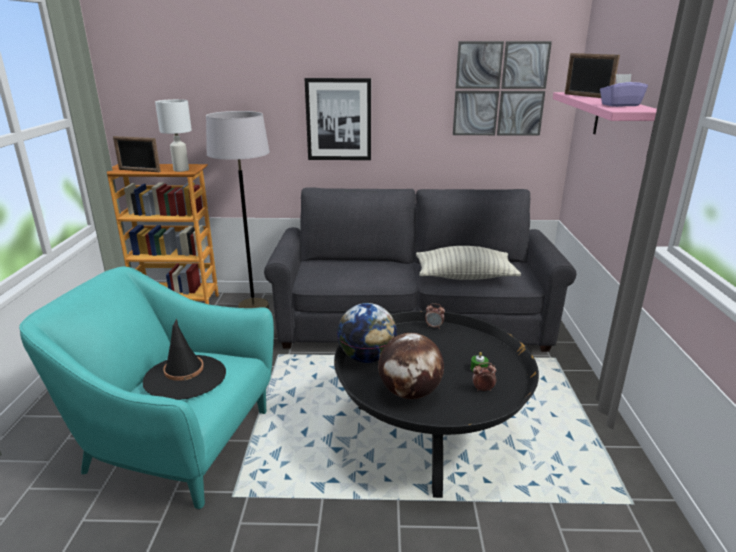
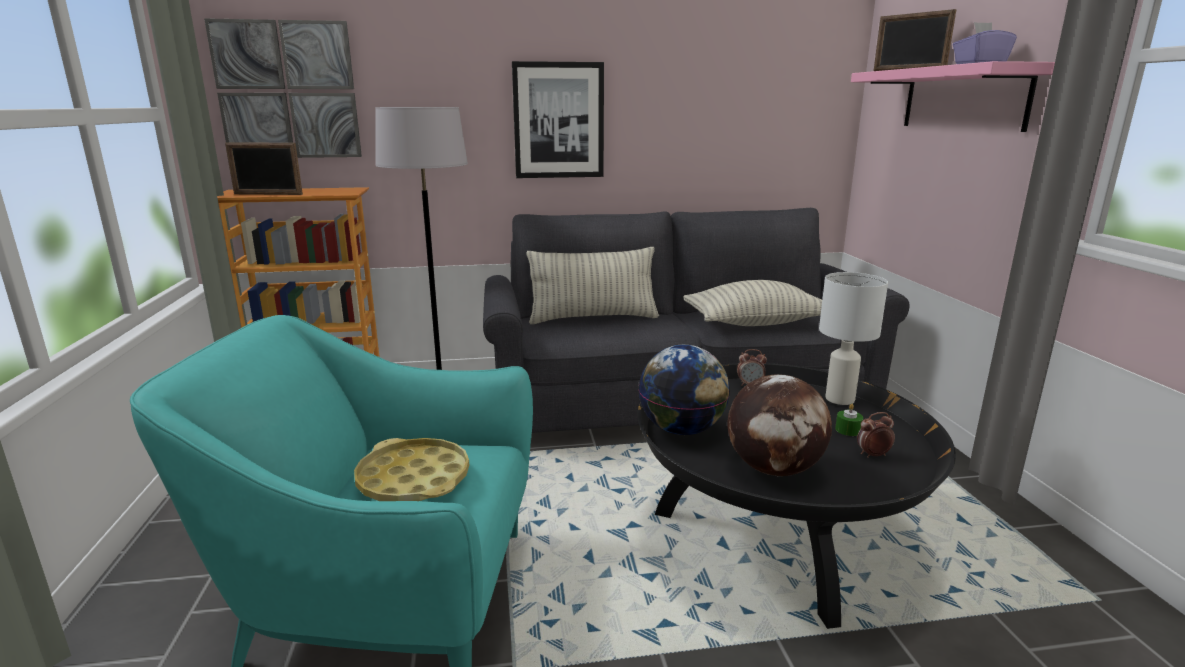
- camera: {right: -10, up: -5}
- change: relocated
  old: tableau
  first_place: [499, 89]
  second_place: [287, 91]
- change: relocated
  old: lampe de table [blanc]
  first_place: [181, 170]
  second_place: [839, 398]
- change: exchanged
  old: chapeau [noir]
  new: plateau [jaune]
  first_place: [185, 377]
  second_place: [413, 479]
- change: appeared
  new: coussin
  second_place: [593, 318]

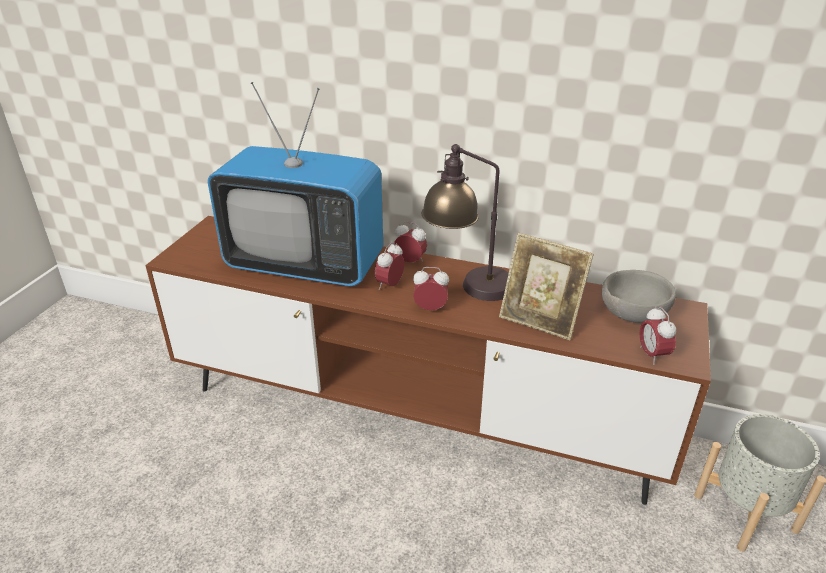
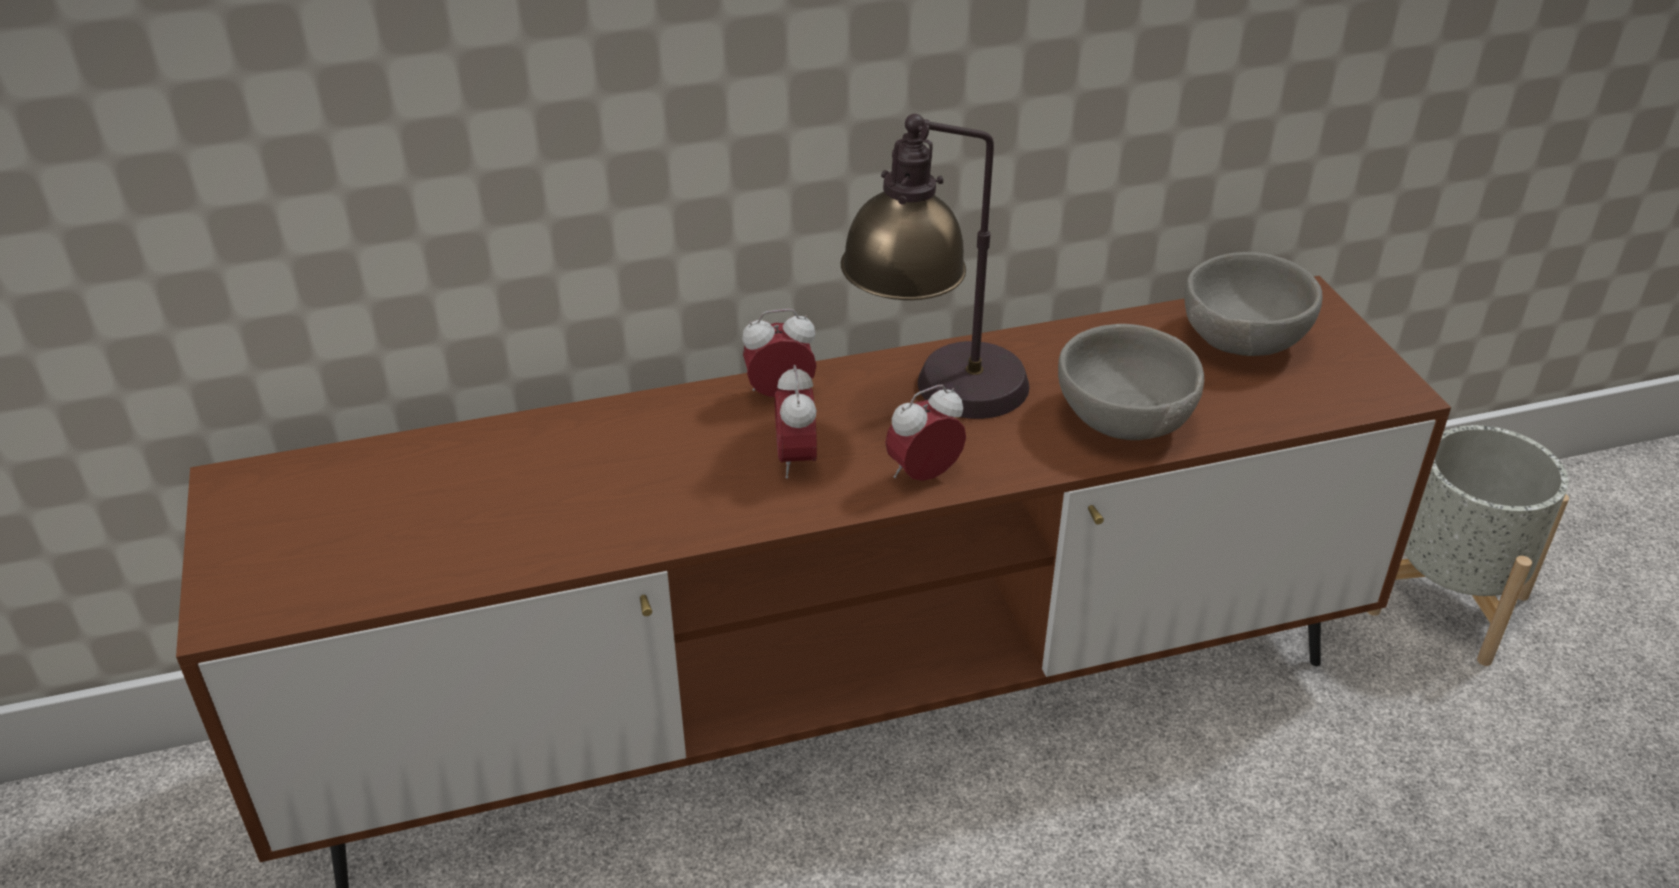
- camera: {right: -35, up: 5}
- change: missing
  old: téléviseur
  first_place: [305, 265]
- change: exchanged
  old: cadre photo
  new: bol [gris]
  first_place: [539, 321]
  second_place: [1125, 417]
- change: missing
  old: réveil
  first_place: [652, 355]

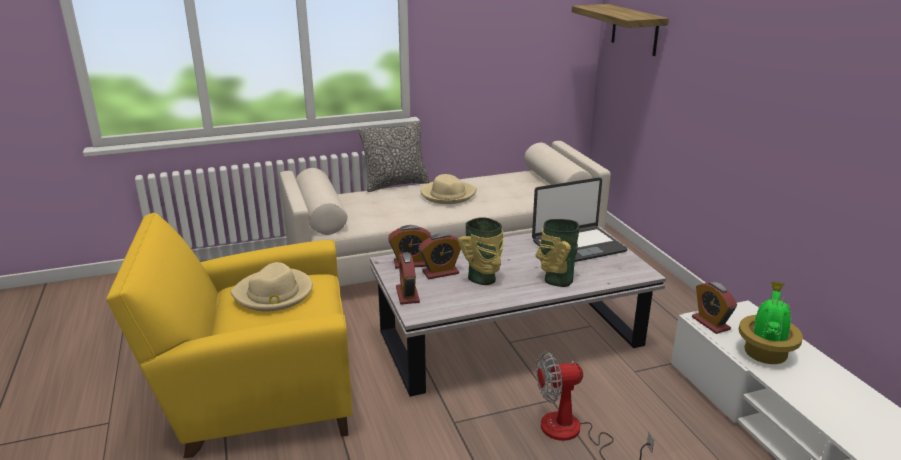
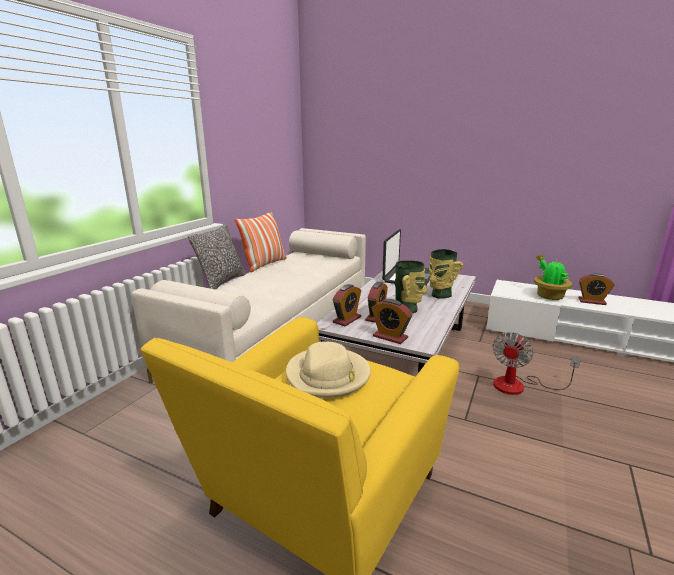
- camera: {right: -45, up: -5}
- change: missing
  old: étagère
  first_place: [634, 29]
- change: missing
  old: chapeau [beige]
  first_place: [447, 194]
- change: relocated
  old: réveil
  first_place: [710, 323]
  second_place: [592, 301]
- change: appeared
  new: coussin
  second_place: [264, 264]

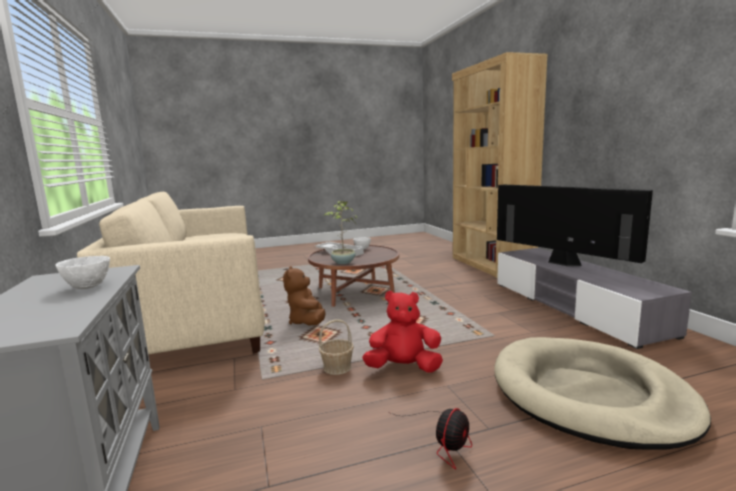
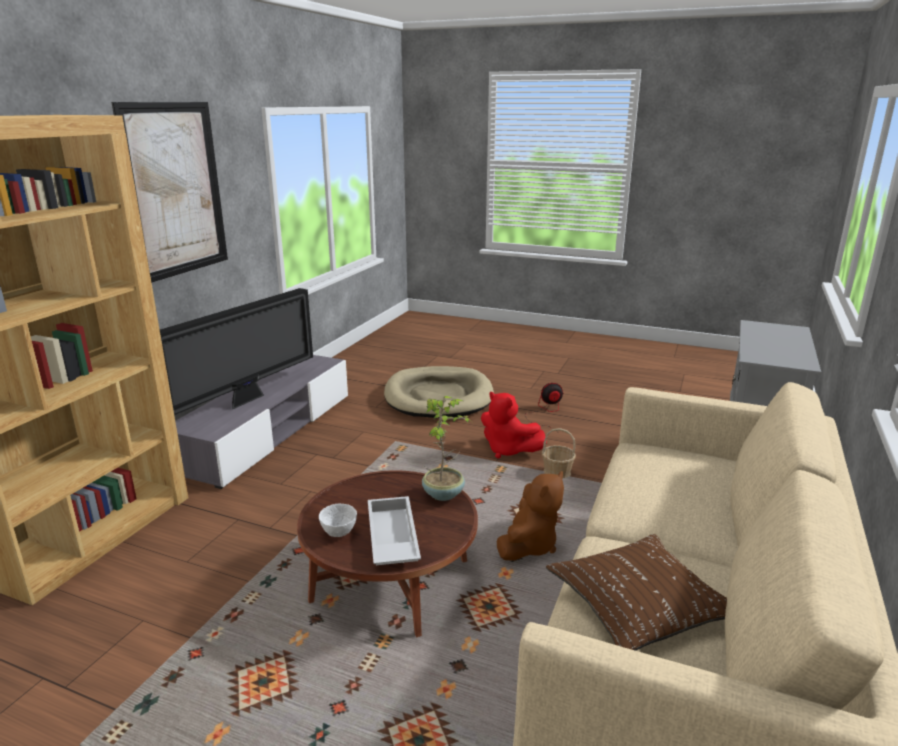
- camera: {right: -140, up: 10}
- change: spun
  old: téléviseur
  first_place: [561, 263]
  second_place: [247, 400]
  degrees: -150
- change: missing
  old: bol [blanc]
  first_place: [87, 287]
- change: appeared
  new: tableau
  second_place: [175, 190]
- change: appeared
  new: coussin [marron]
  second_place: [638, 605]

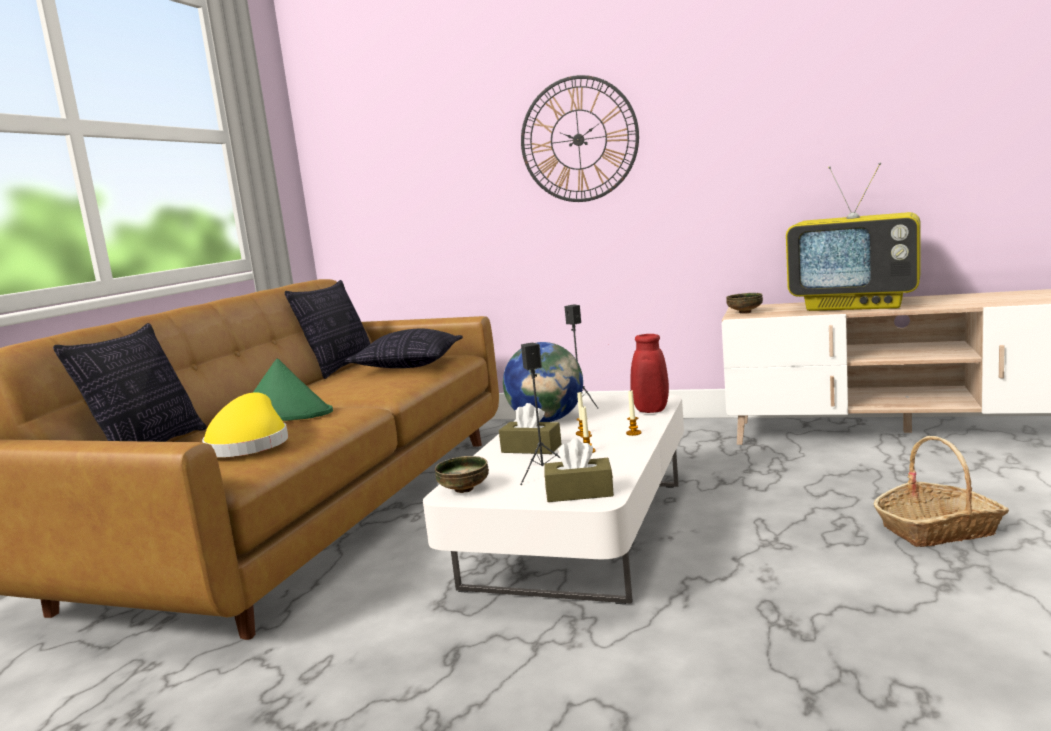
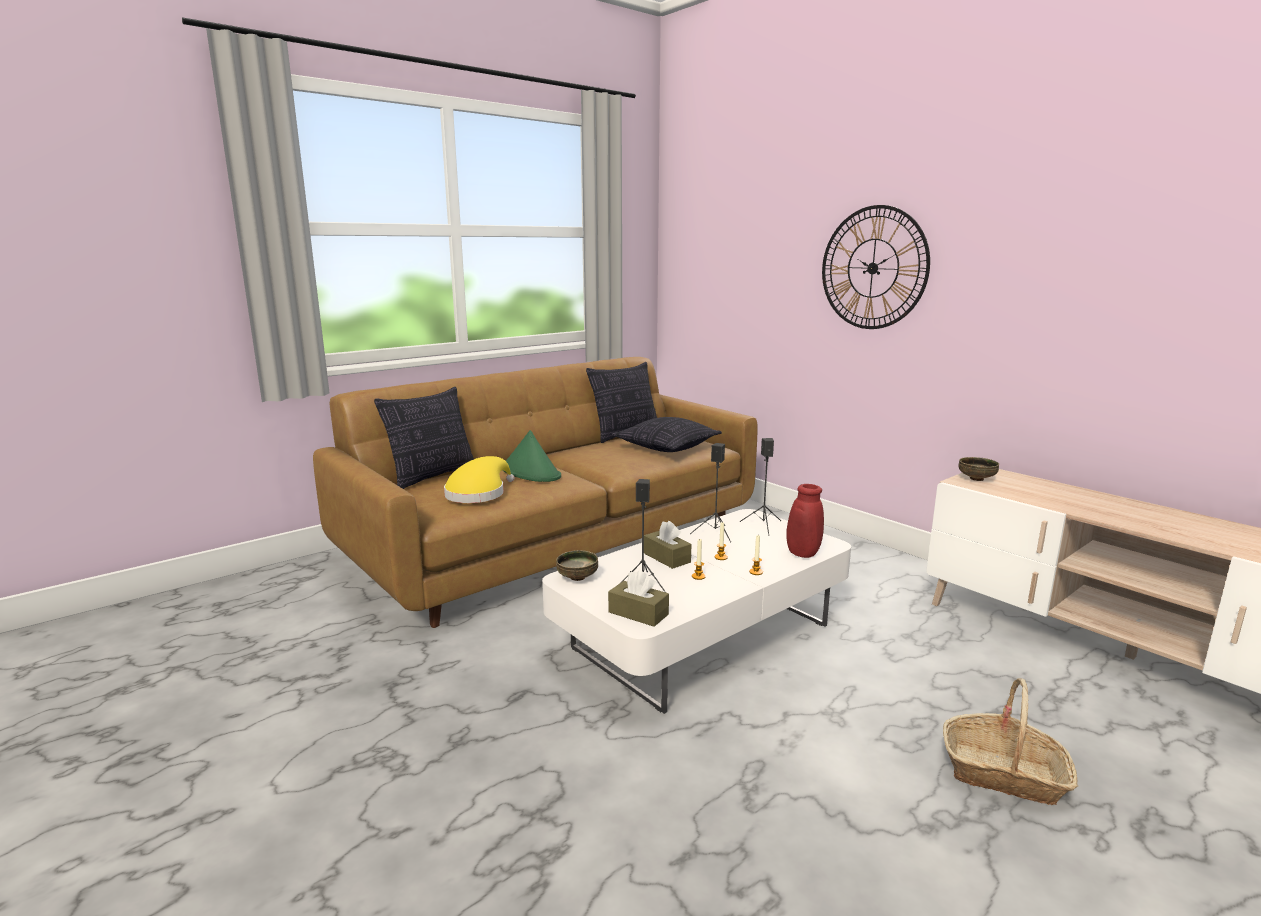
- camera: {right: 30, up: 5}
- change: missing
  old: téléviseur
  first_place: [856, 305]
- change: exchanged
  old: globe
  new: enceinte [noir]
  first_place: [547, 420]
  second_place: [715, 533]

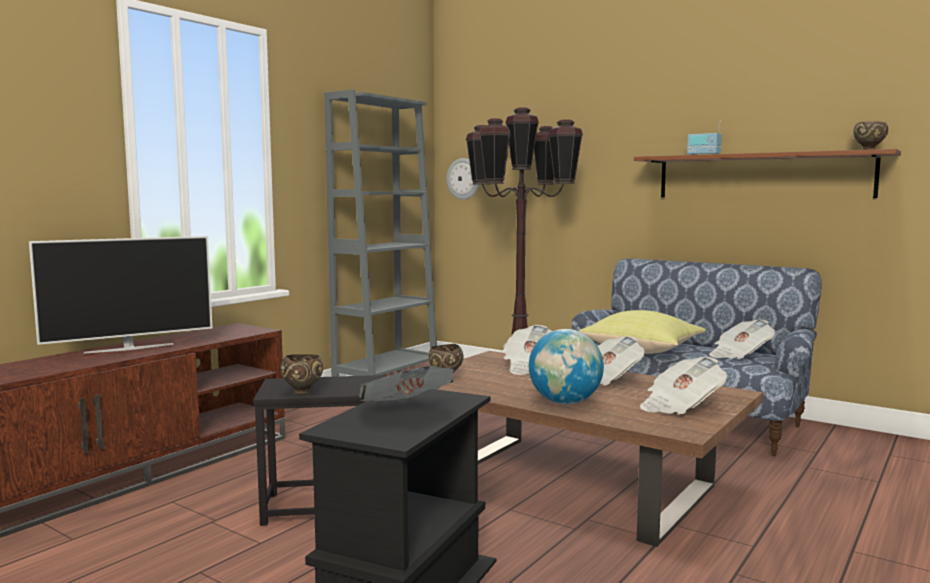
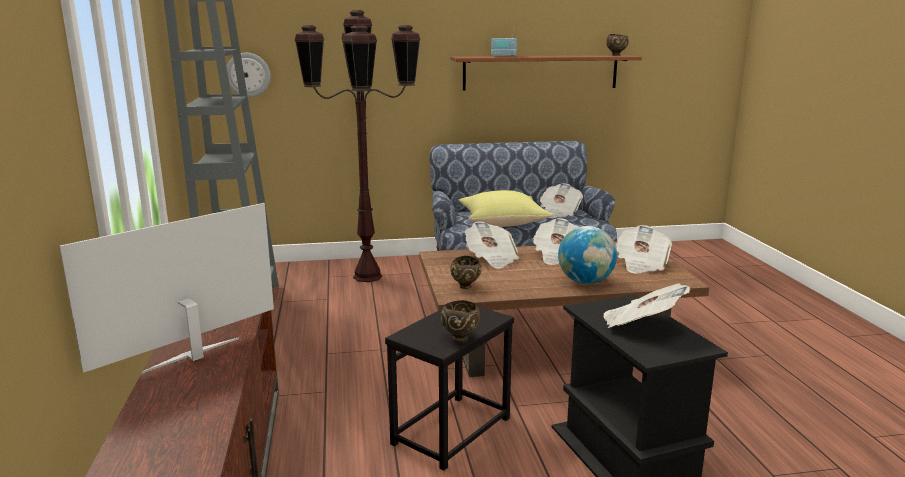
- camera: {right: -45, up: 10}
- change: spun
  old: téléviseur
  first_place: [129, 348]
  second_place: [193, 356]
  degrees: -150

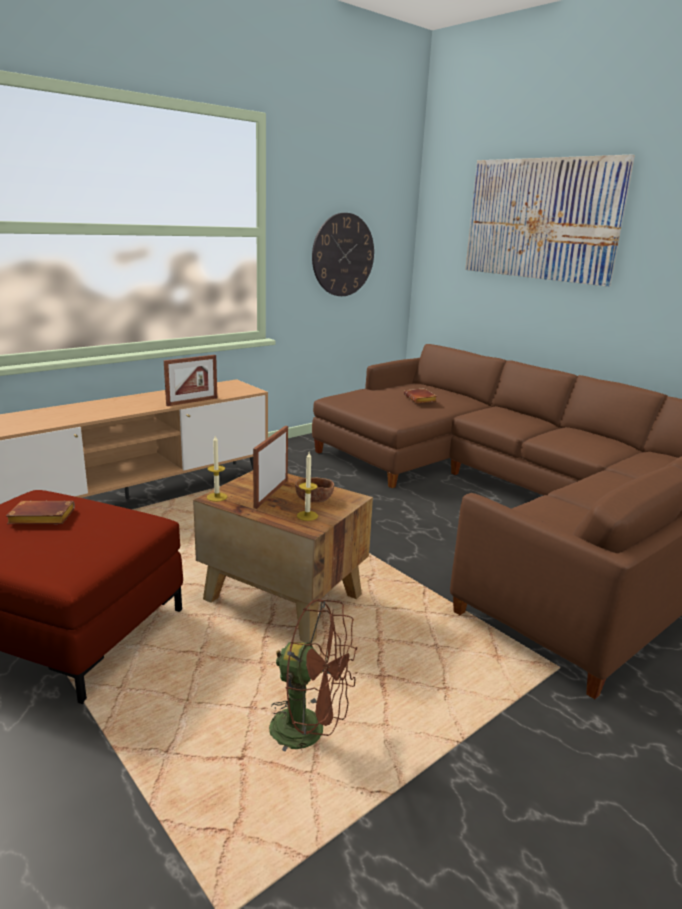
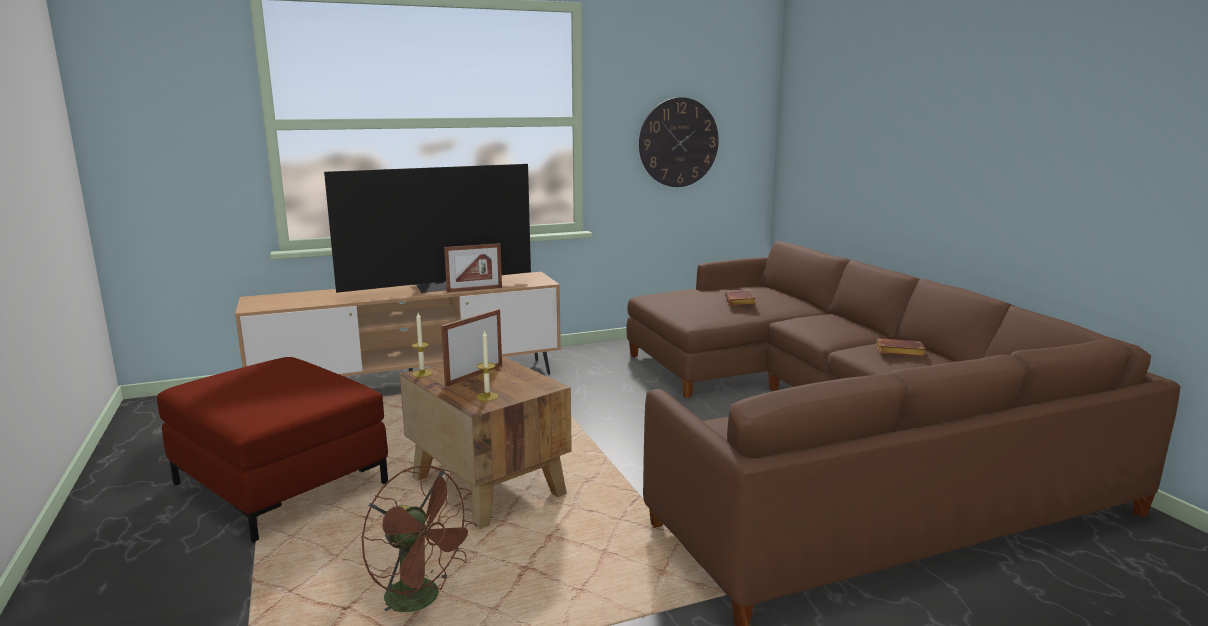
- camera: {right: 20, up: -5}
- change: missing
  old: tableau
  first_place: [541, 219]
- change: missing
  old: bol [marron]
  first_place: [314, 499]
- change: relocated
  old: livre [marron]
  first_place: [40, 518]
  second_place: [898, 352]
- change: appeared
  new: téléviseur
  second_place: [437, 288]

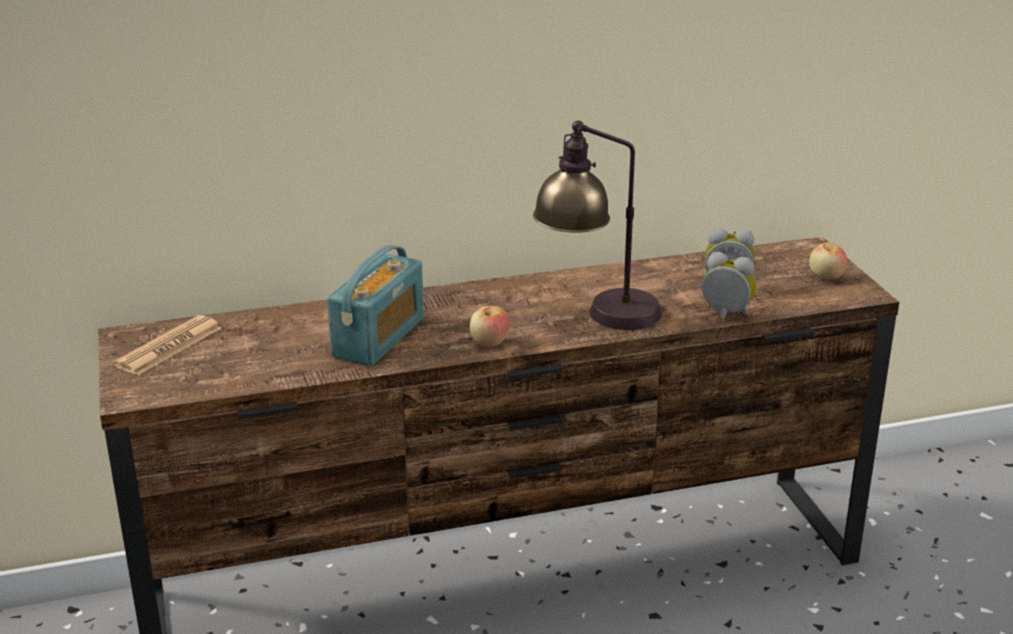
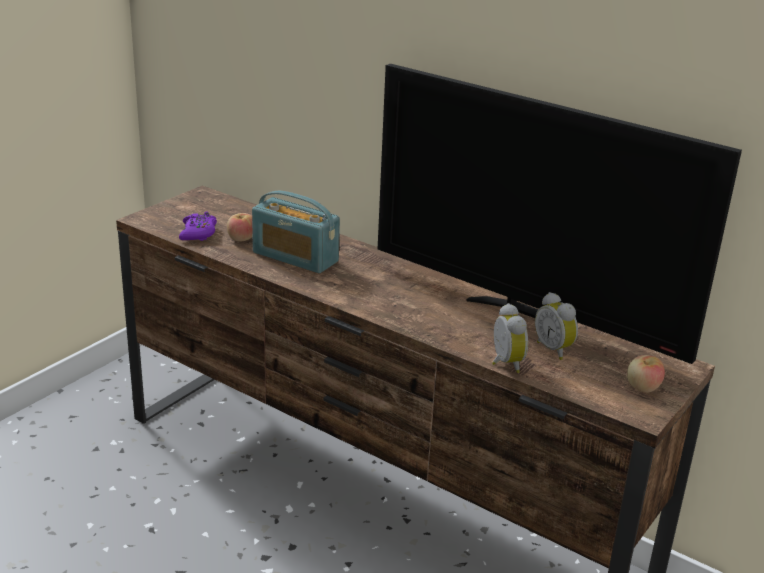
- camera: {right: 50, up: 0}
- change: missing
  old: lampe de table
  first_place: [597, 314]
- change: spun
  old: radio
  first_place: [379, 337]
  second_place: [295, 257]
  degrees: 45
- change: relocated
  old: pomme
  first_place: [489, 342]
  second_place: [241, 239]
- change: missing
  old: journal
  first_place: [169, 347]
- change: appeared
  new: téléviseur
  second_place: [524, 314]
- change: appeared
  new: manette [violet]
  second_place: [198, 233]

